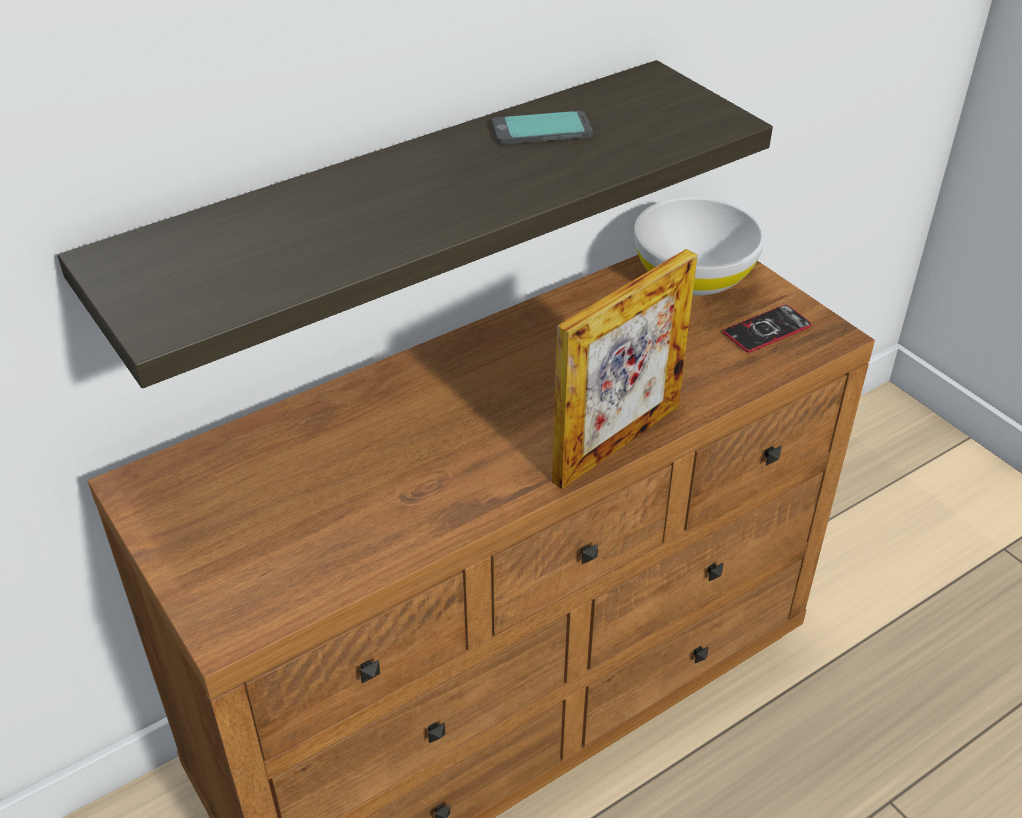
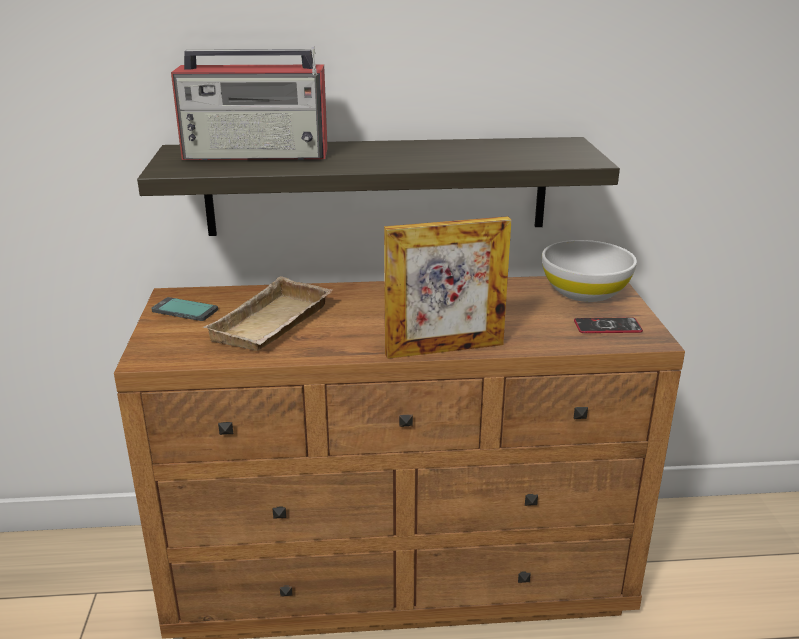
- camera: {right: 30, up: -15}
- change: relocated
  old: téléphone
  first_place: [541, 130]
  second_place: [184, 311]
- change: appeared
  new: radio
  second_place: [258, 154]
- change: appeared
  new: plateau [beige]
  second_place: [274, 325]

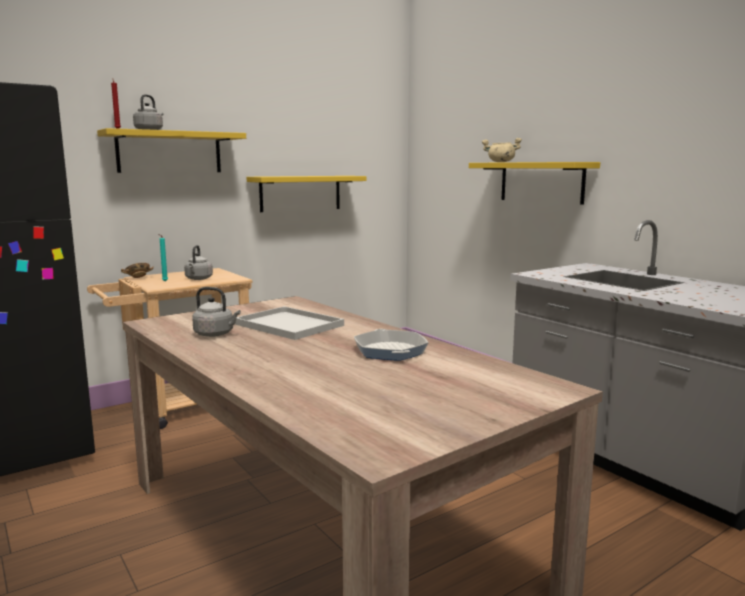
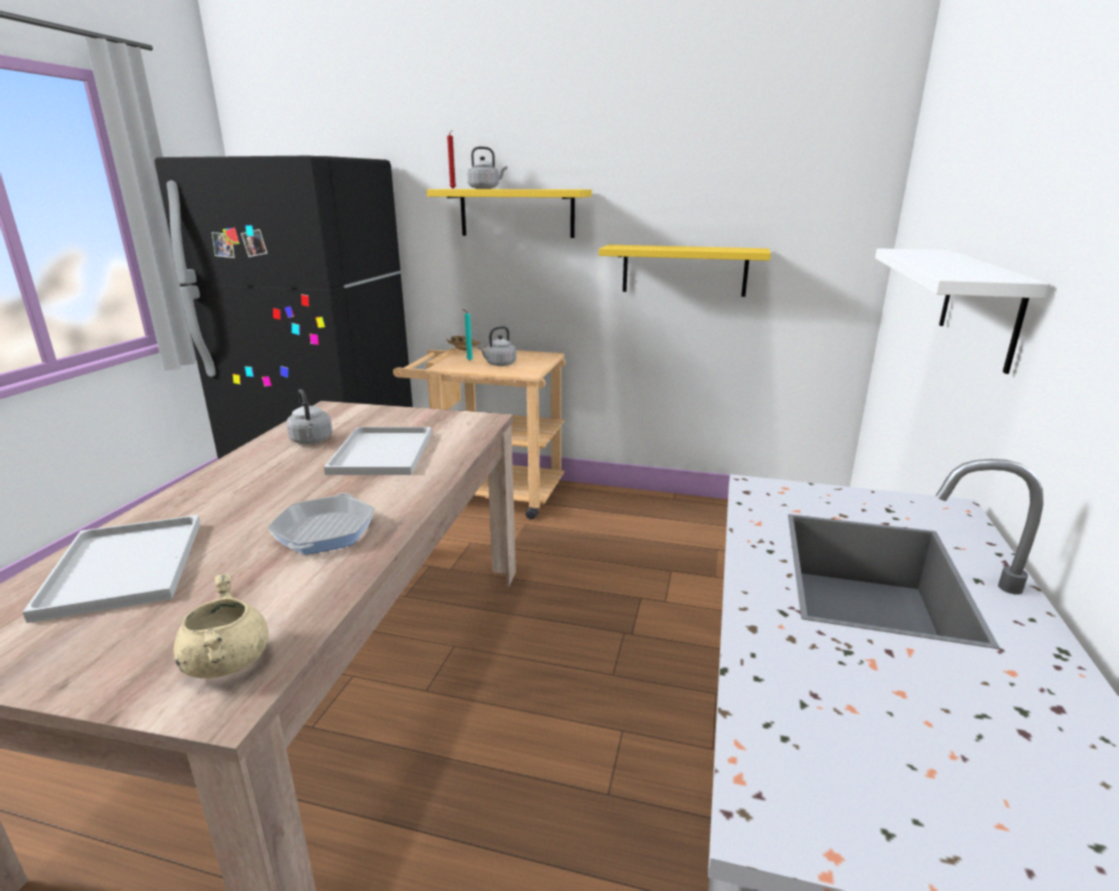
- camera: {right: 50, up: 10}
- change: relocated
  old: marmite [beige]
  first_place: [500, 162]
  second_place: [226, 661]
- change: colour
  old: étagère [jaune]
  new: étagère [blanc]
  first_place: [541, 182]
  second_place: [980, 305]
- change: spun
  old: poêle
  first_place: [390, 351]
  second_place: [325, 531]
  degrees: 150
- change: appeared
  new: plateau [blanc]
  second_place: [123, 565]

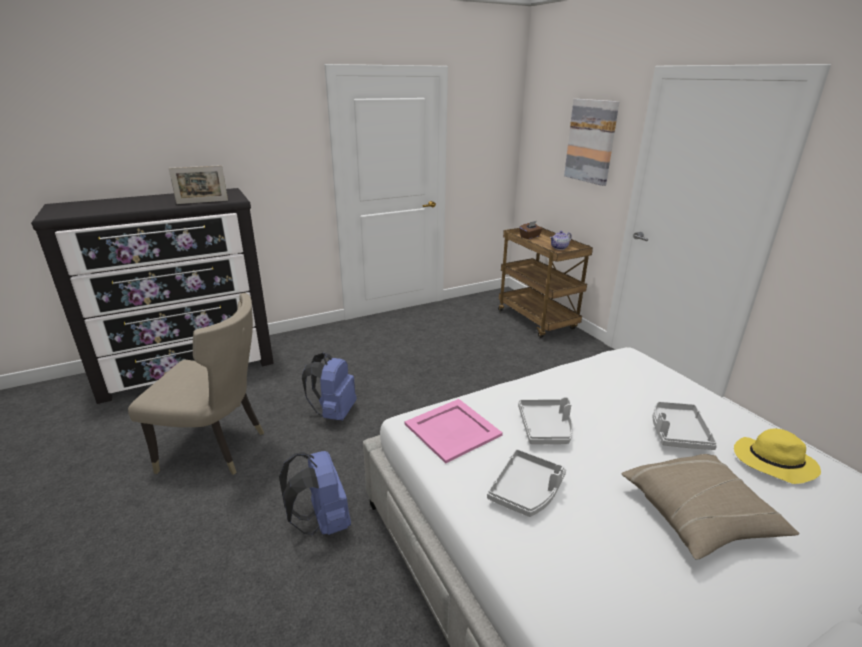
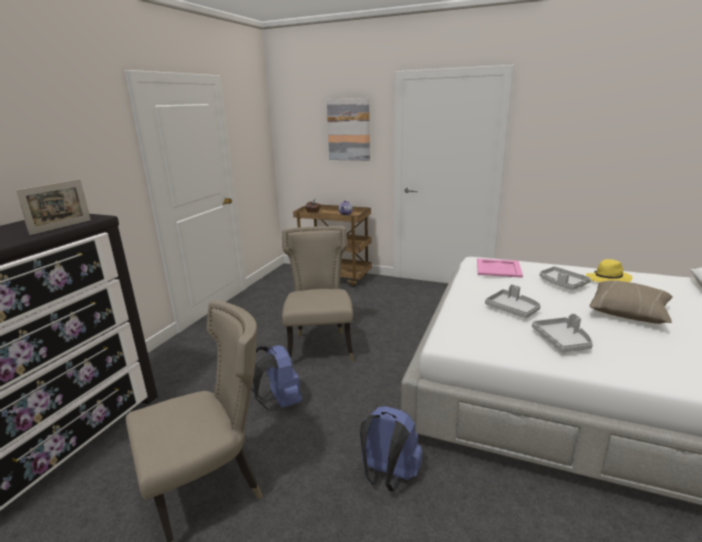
- camera: {right: -40, up: -5}
- change: relocated
  old: plateau [rose]
  first_place: [453, 430]
  second_place: [499, 268]
- change: appeared
  new: chaise [beige]
  second_place: [320, 346]

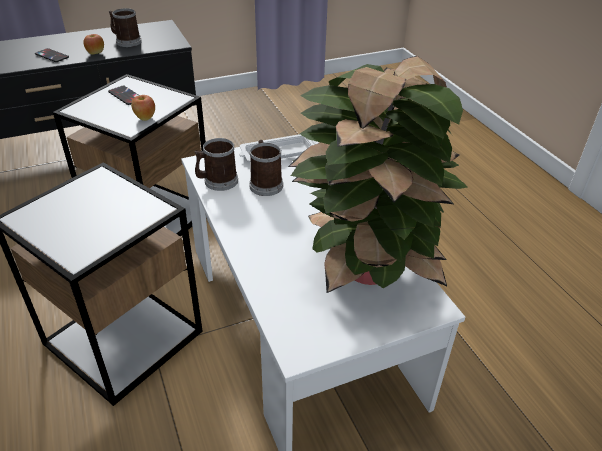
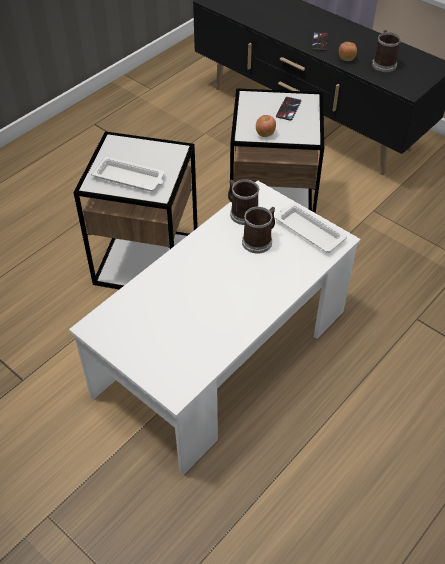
- camera: {right: 65, up: 10}
- change: missing
  old: plante en pot
  first_place: [365, 271]
- change: appeared
  new: plateau [blanc]
  second_place: [129, 178]

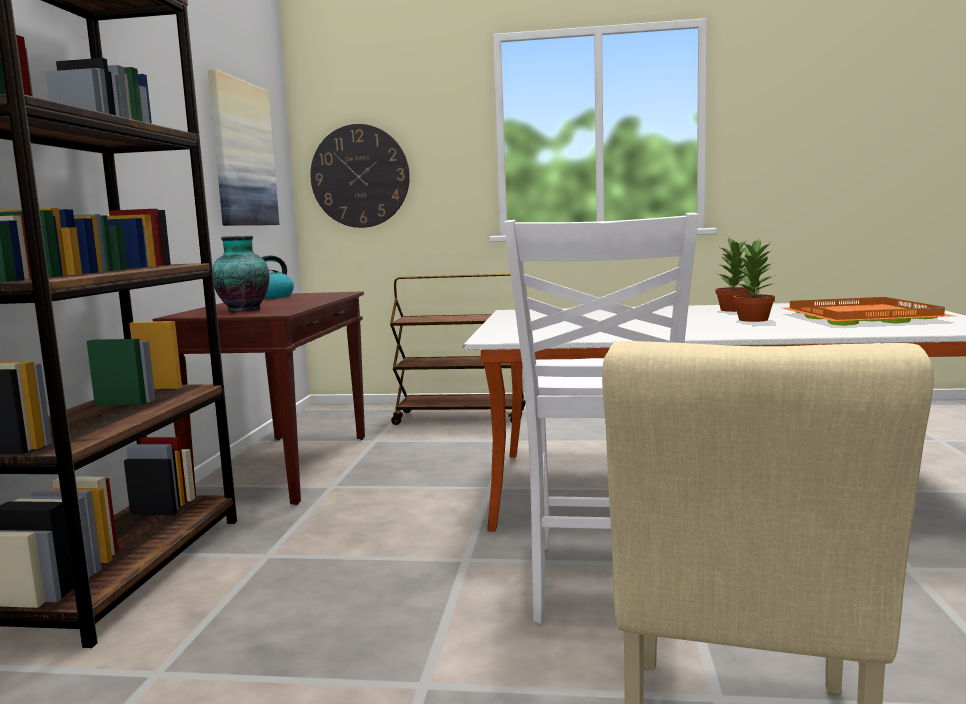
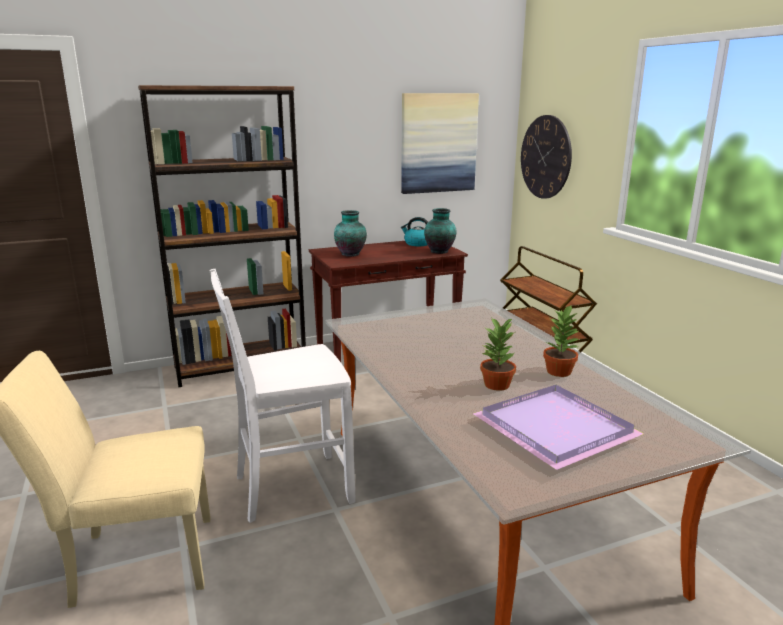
- camera: {right: 60, up: 10}
- change: colour
  old: plateau [orange]
  new: plateau [violet]
  first_place: [862, 316]
  second_place: [558, 428]
- change: appeared
  new: vase
  second_place: [440, 251]

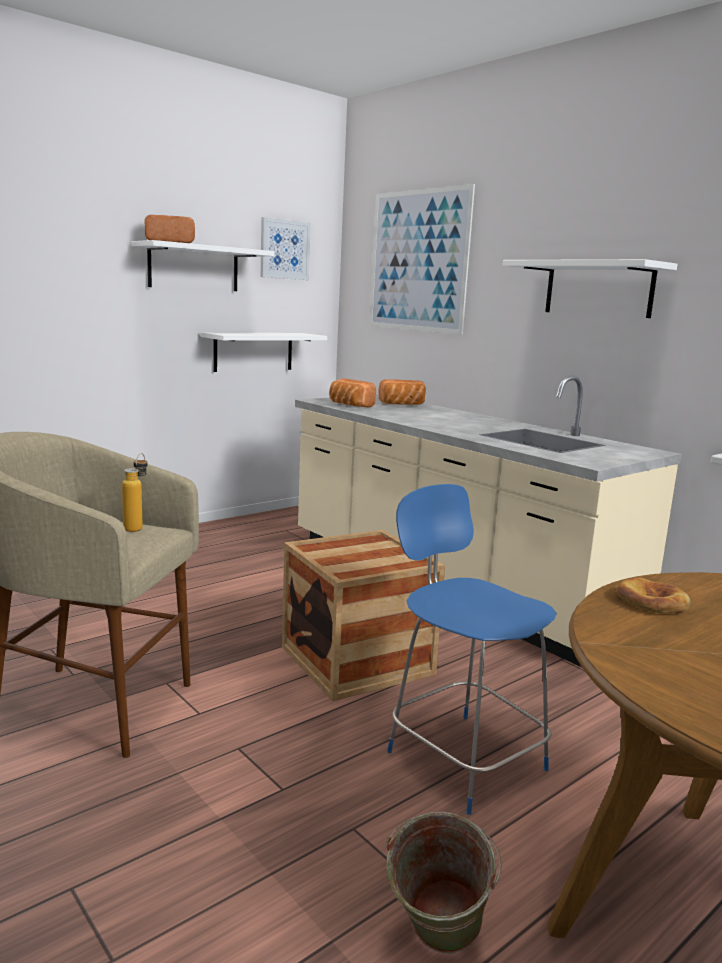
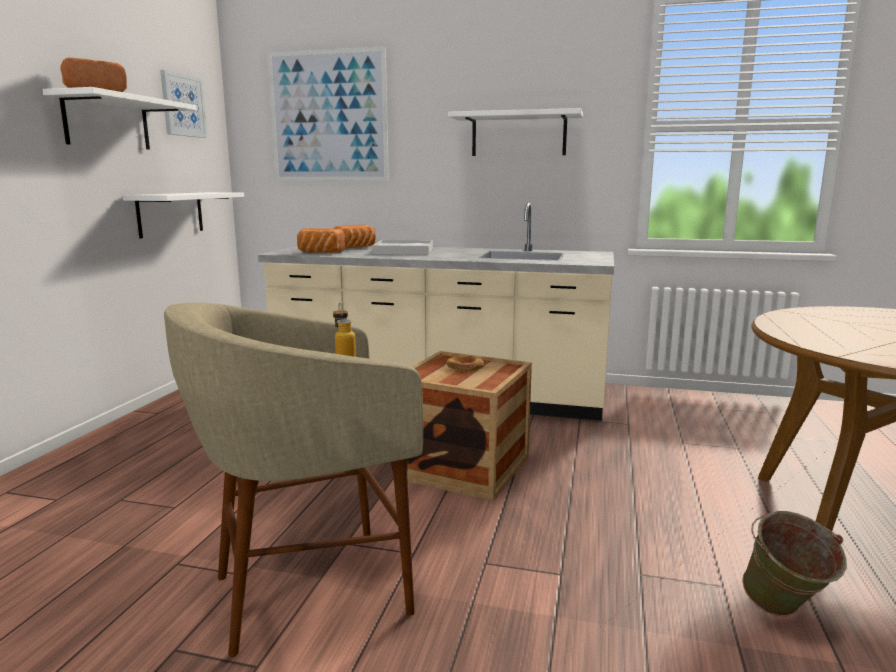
- camera: {right: -35, up: 0}
- change: missing
  old: chaise [bleu]
  first_place: [462, 757]
- change: relocated
  old: pain
  first_place: [652, 602]
  second_place: [465, 367]
- change: appeared
  new: plateau [blanc]
  second_place: [404, 251]

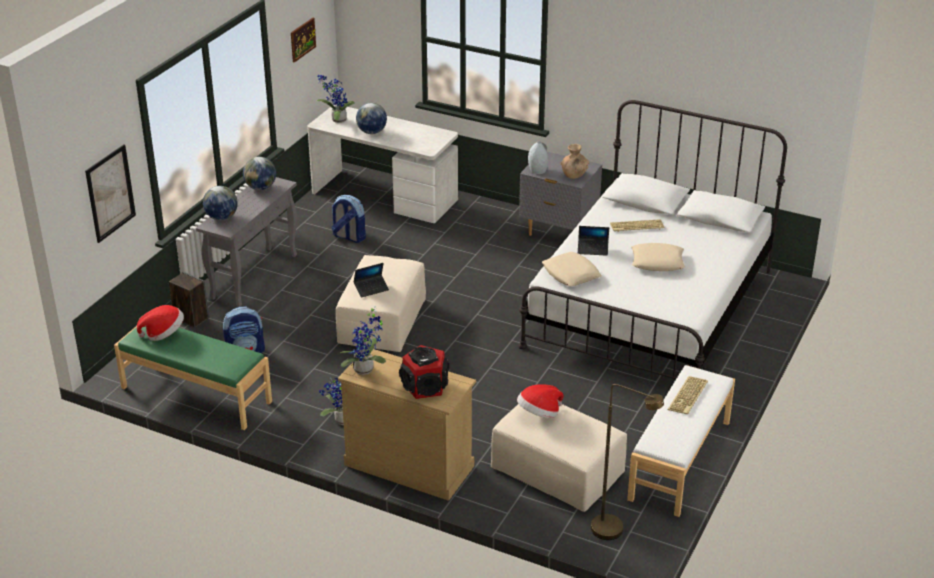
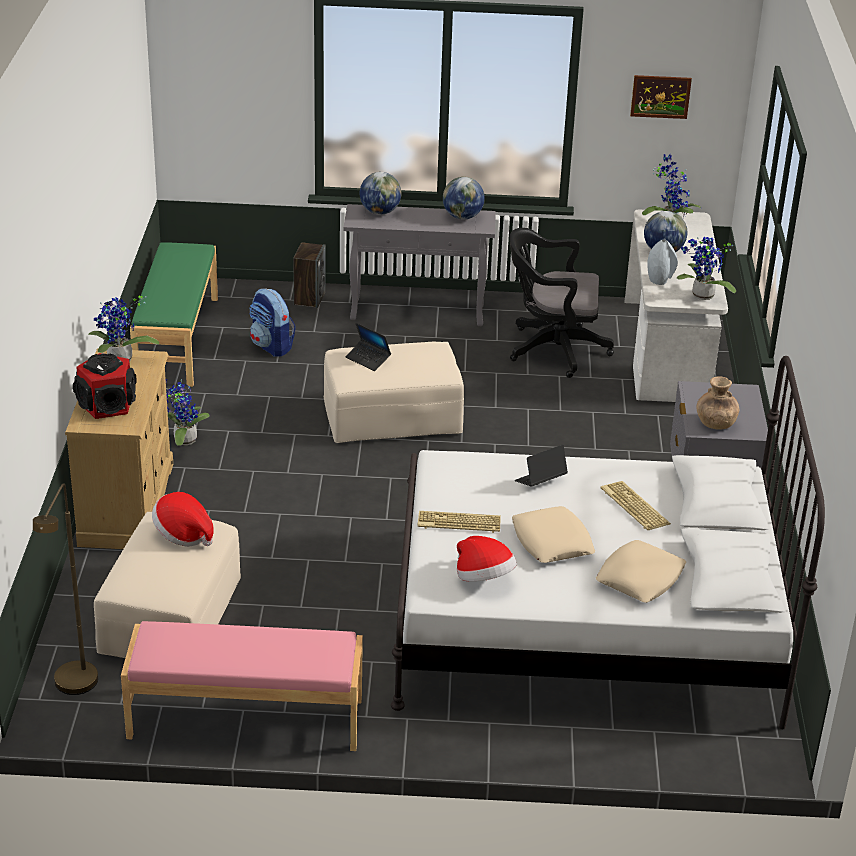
- camera: {right: 65, up: 0}
- change: relocated
  old: vase [gris]
  first_place: [537, 170]
  second_place: [659, 279]
- change: missing
  old: tableau
  first_place: [110, 193]
- change: exchanged
  old: sac à dos
  new: chaise de bureau [noir]
  first_place: [349, 237]
  second_place: [552, 349]
- change: spun
  old: ordinateur portable
  first_place: [593, 249]
  second_place: [540, 481]
  degrees: 75
- change: relocated
  old: coussin [beige]
  first_place: [571, 274]
  second_place: [640, 578]
- change: relocated
  old: chapeau
  first_place: [164, 334]
  second_place: [484, 579]
- change: colour
  old: banc [blanc]
  new: banc [rose]
  first_place: [680, 460]
  second_place: [245, 719]
- change: relocated
  old: clavier
  first_place: [688, 396]
  second_place: [458, 523]
- change: appeared
  new: plante en pot
  second_place: [701, 297]

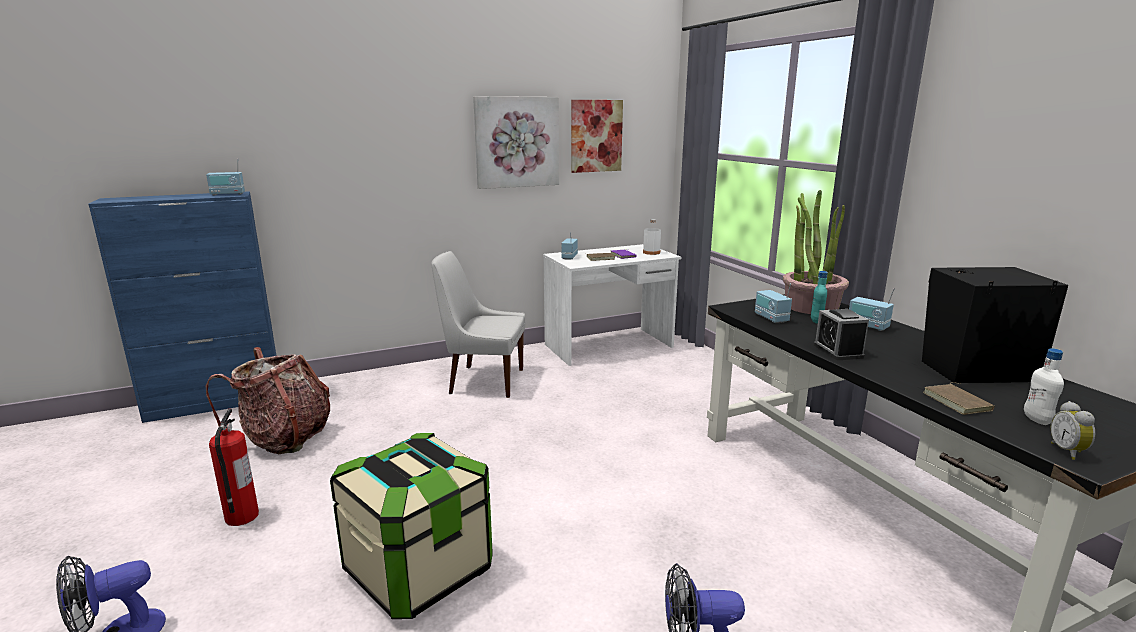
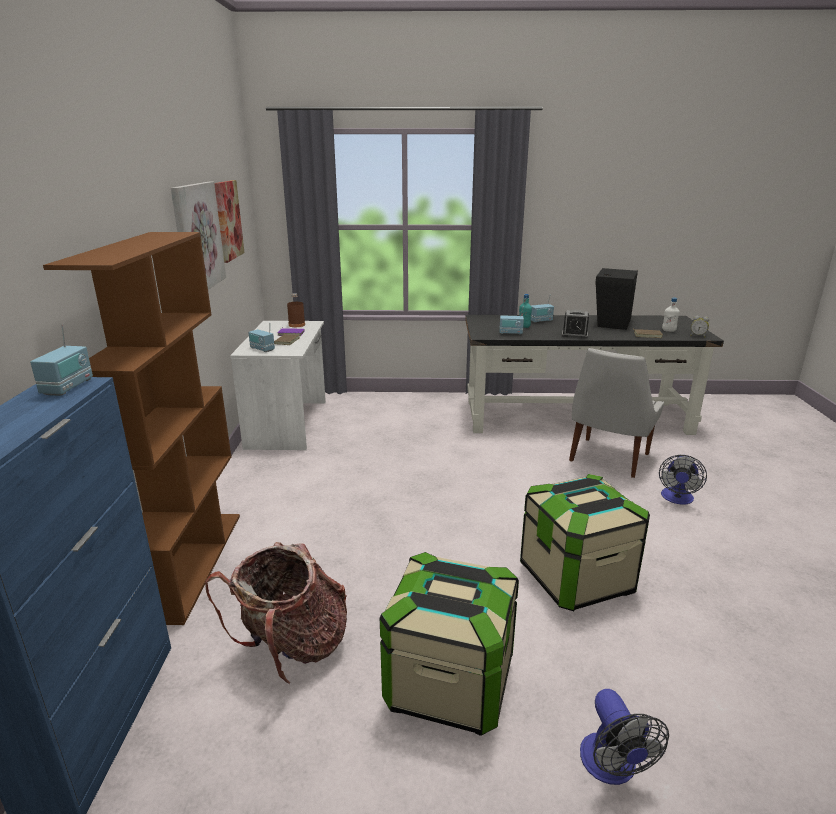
- camera: {right: -65, up: 5}
- change: missing
  old: plante en pot
  first_place: [811, 306]
- change: colour
  old: bouteille [blanc]
  new: bouteille [marron]
  first_place: [651, 252]
  second_place: [297, 325]
- change: relocated
  old: chaise [blanc]
  first_place: [483, 381]
  second_place: [608, 459]
- change: exchanged
  old: extincteur
  new: boîte de rangement
  first_place: [241, 516]
  second_place: [449, 683]
- change: appeared
  new: bibliothèque [marron]
  second_place: [191, 563]

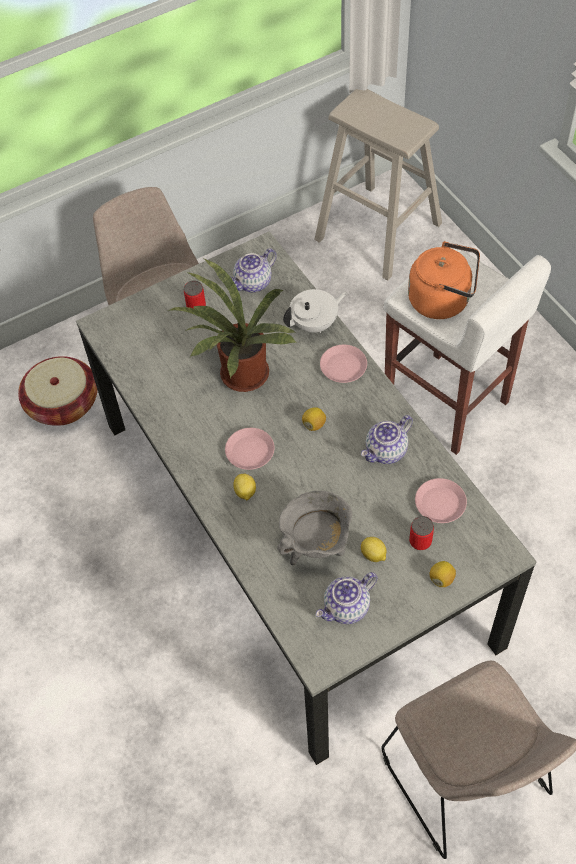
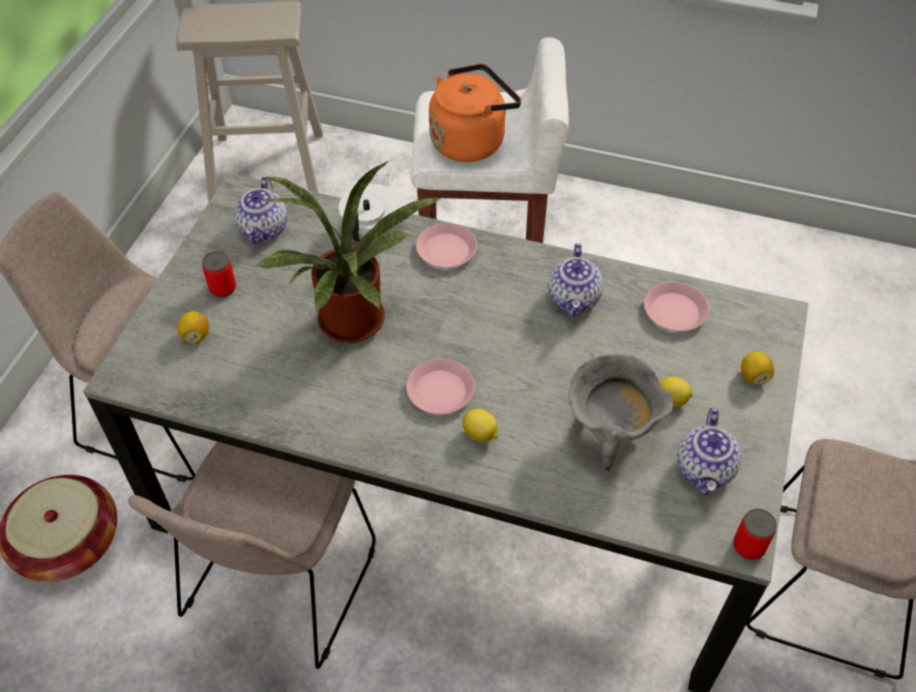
- camera: {right: -45, up: -5}
- change: relocated
  old: citron
  first_place: [314, 424]
  second_place: [196, 336]
- change: relocated
  old: boîte métallique
  first_place: [420, 541]
  second_place: [748, 546]
- change: appeared
  new: chaise [beige]
  second_place: [278, 587]

